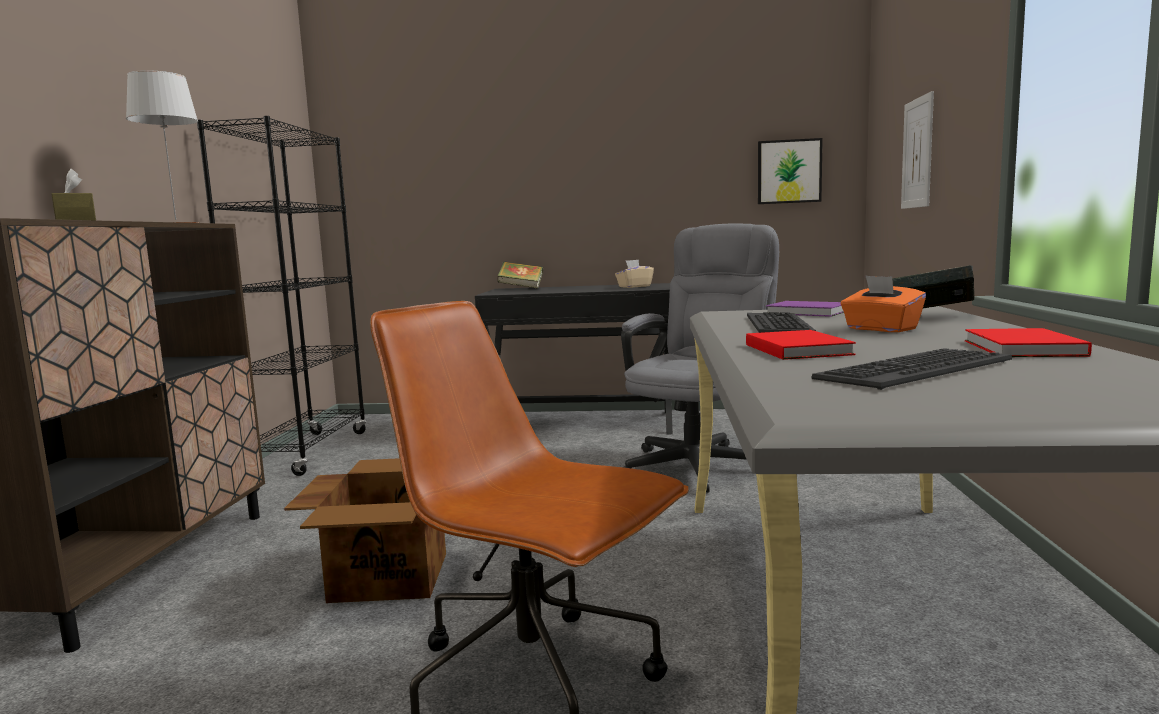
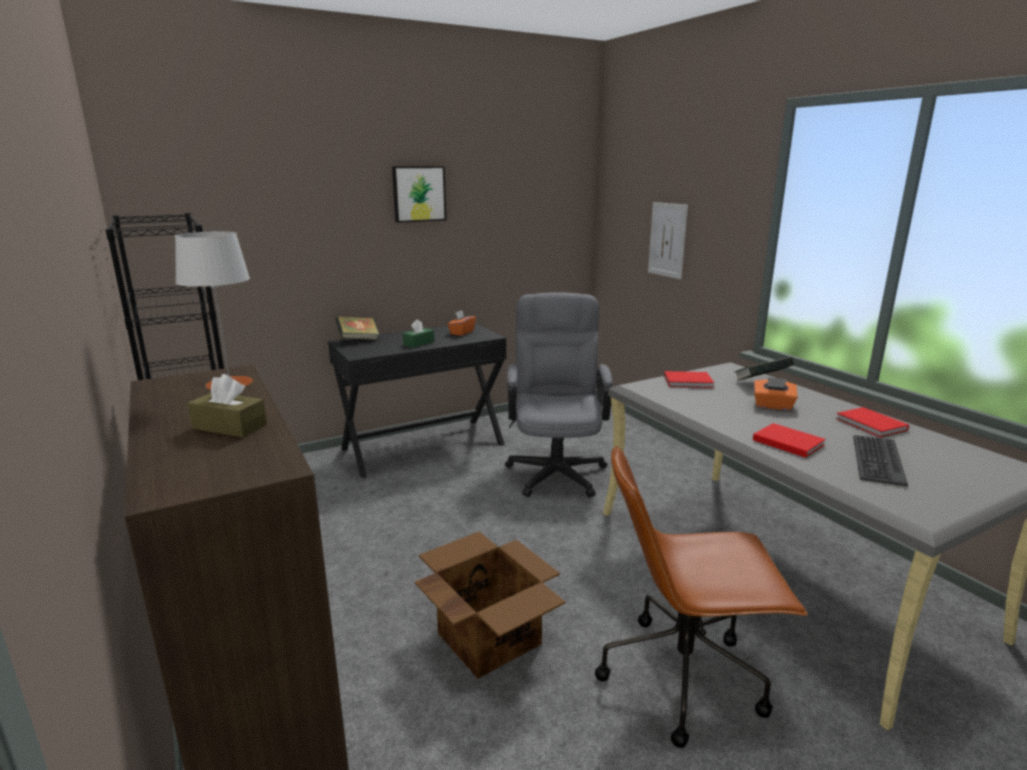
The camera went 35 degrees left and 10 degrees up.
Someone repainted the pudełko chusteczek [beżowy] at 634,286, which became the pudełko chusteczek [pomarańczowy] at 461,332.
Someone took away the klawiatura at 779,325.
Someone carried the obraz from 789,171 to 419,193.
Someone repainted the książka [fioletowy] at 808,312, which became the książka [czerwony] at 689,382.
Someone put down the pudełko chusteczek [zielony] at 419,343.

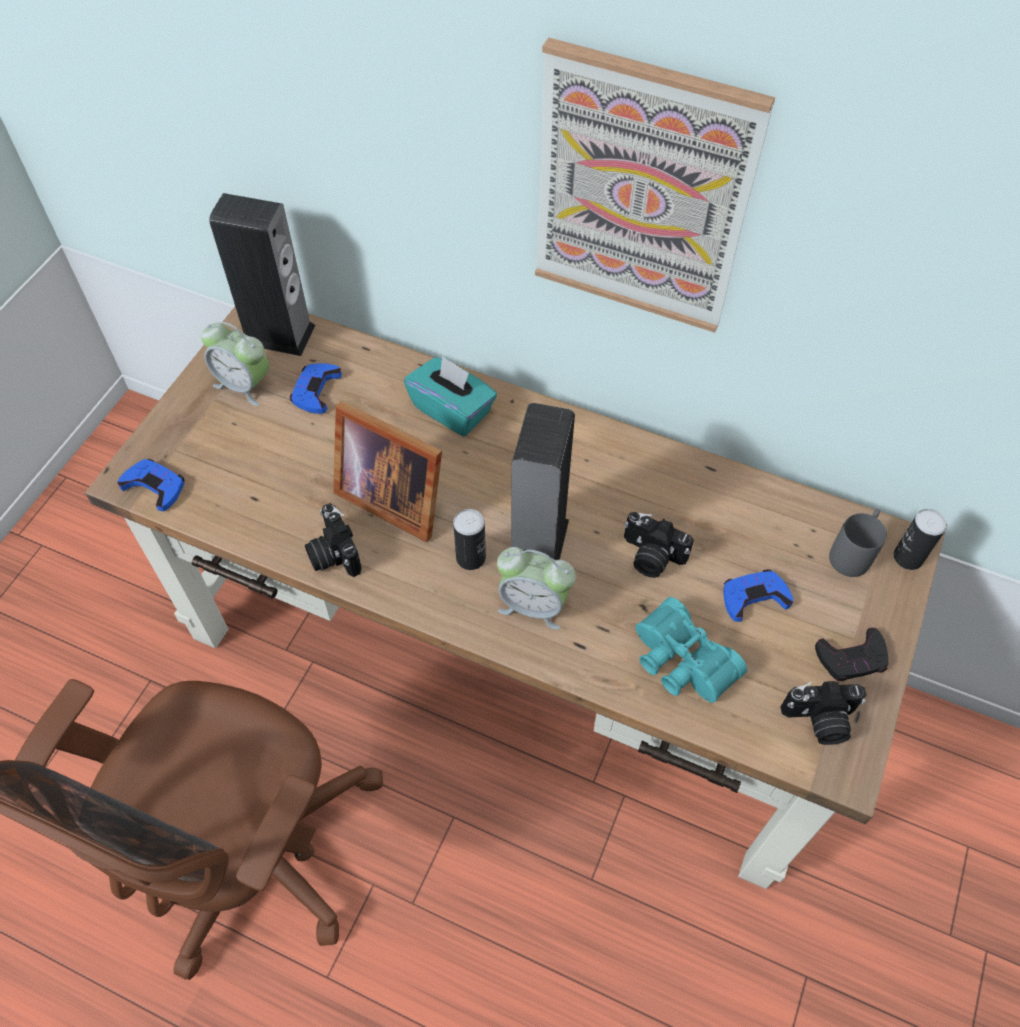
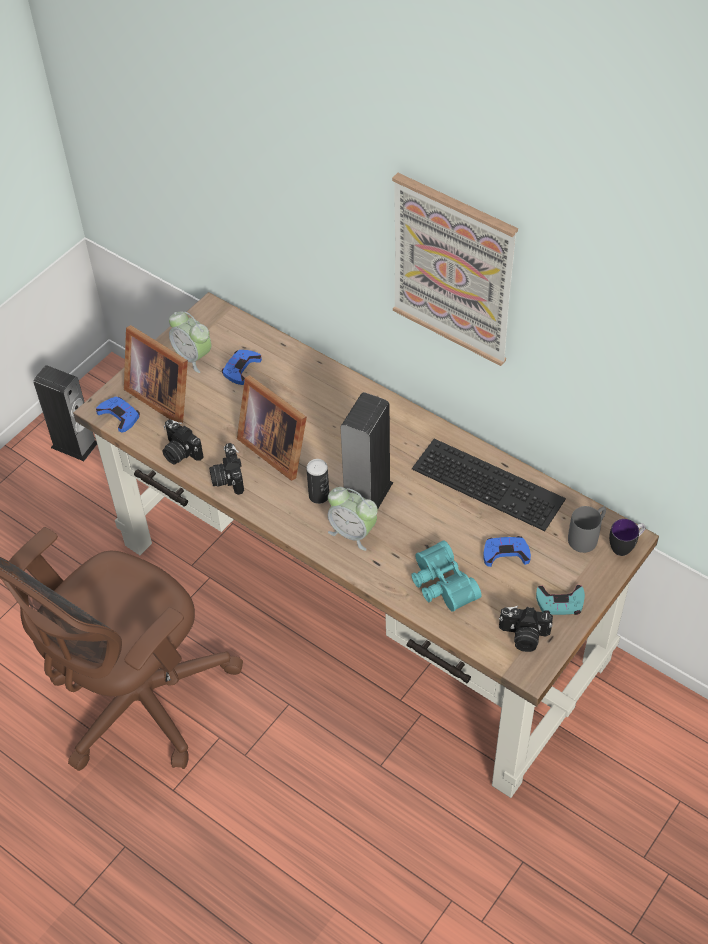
The camera went 15 degrees right and 5 degrees down.
Someone carried the głośnik from 278,334 to 74,445.
Someone took away the pudełko chusteczek [turkusowy] at 452,410.
Someone carried the aparat fotograficzny from 650,557 to 180,452.
Someone repainted the pad do gier [czarny] at 852,658, which became the pad do gier [turkusowy] at 560,603.
Someone swapped the puszka at 908,557 for the kubek at 625,546.
Someone put down the ramka na zdjęcie at 162,395.
Someone put down the klawiatura at 490,482.

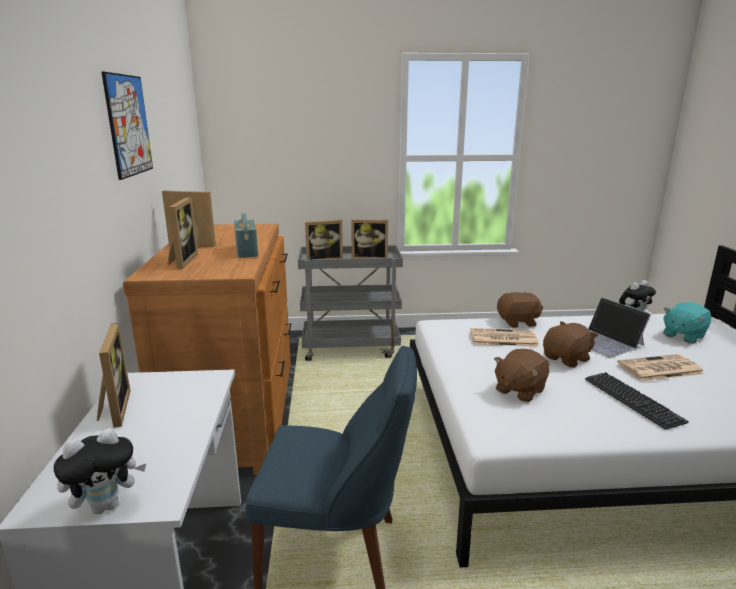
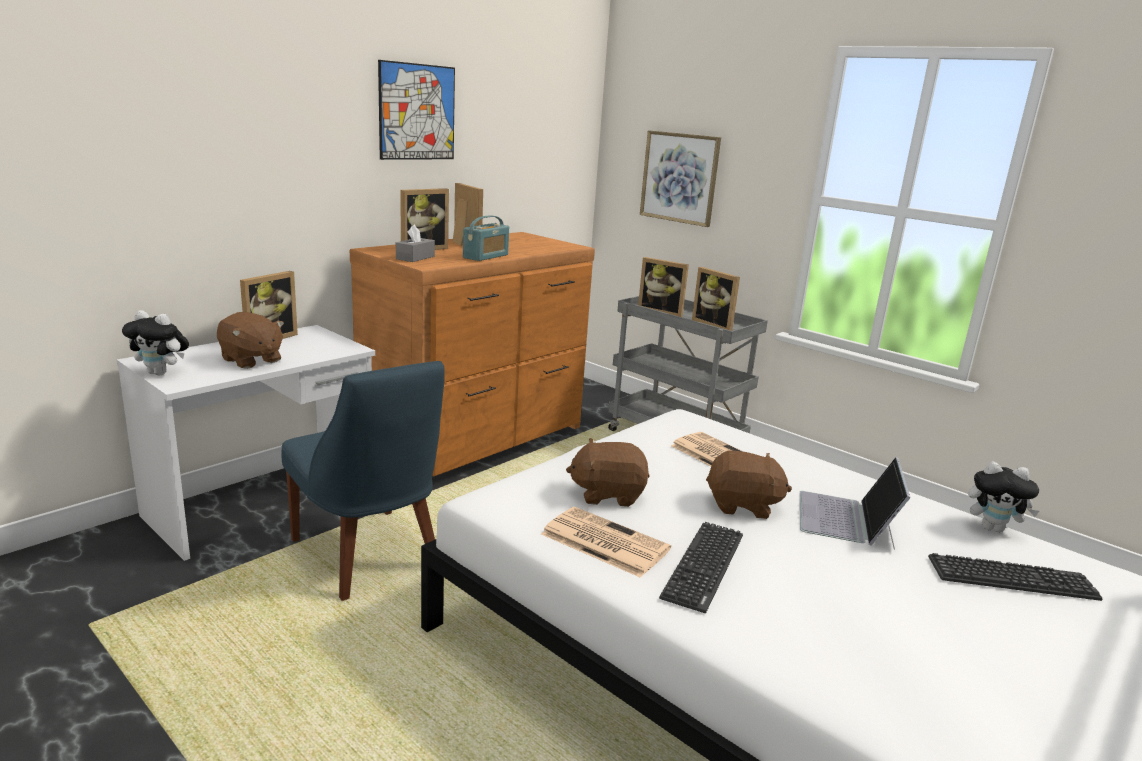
The camera went 45 degrees right and 0 degrees up.
Someone carried the pluszak [brązowy] from 518,322 to 251,360.
Someone carried the gazeta from 659,369 to 603,542.
Someone swapped the pluszak [turkusowy] at 683,335 for the klawiatura at 1011,578.
Someone put down the pudełko chusteczek [szary] at 415,258.
Someone put up the obraz at 679,178.

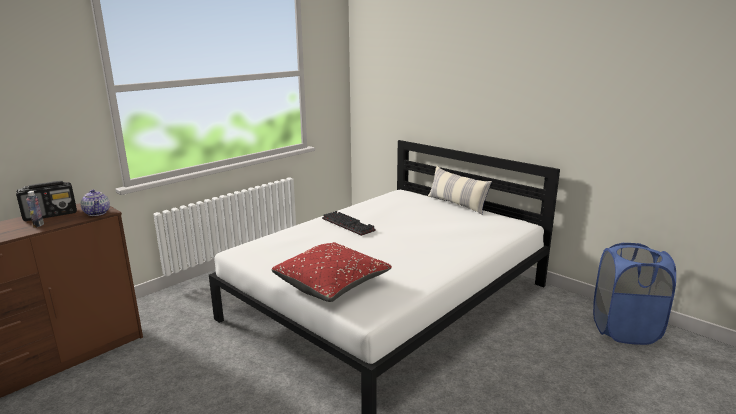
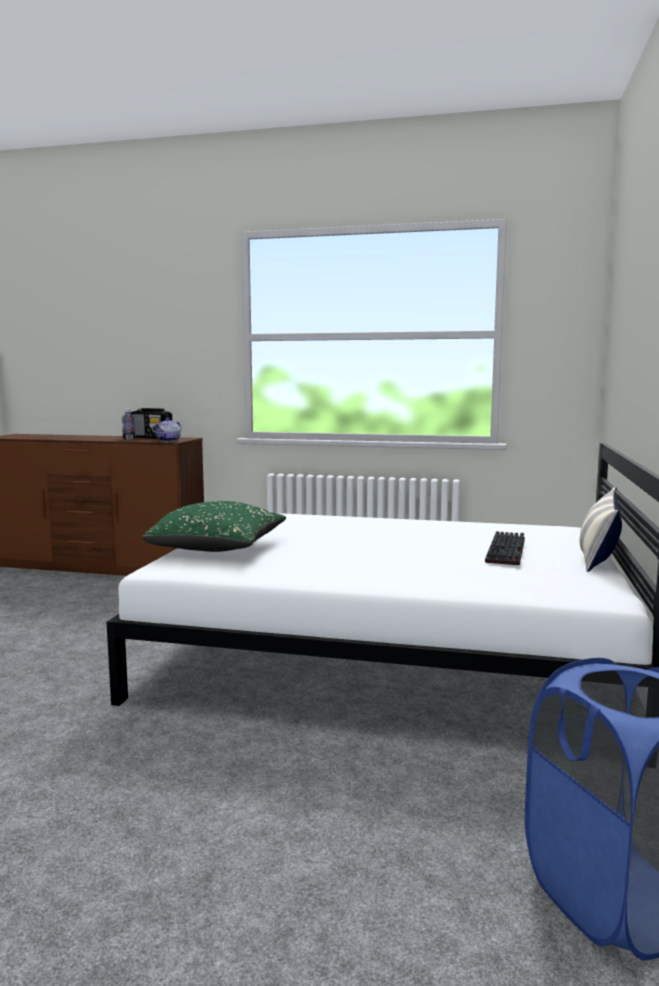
The camera went 60 degrees right and 10 degrees down.
Someone repainted the poduszka [czerwony] at 332,284, which became the poduszka [zielony] at 218,549.
Someone carried the klawiatura from 349,224 to 508,551.

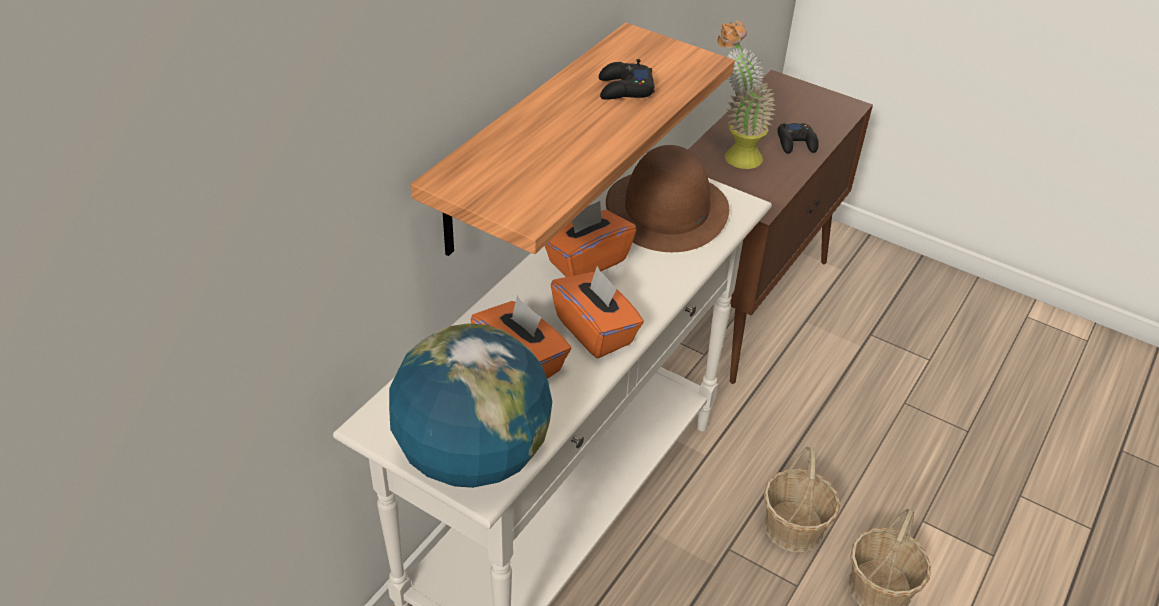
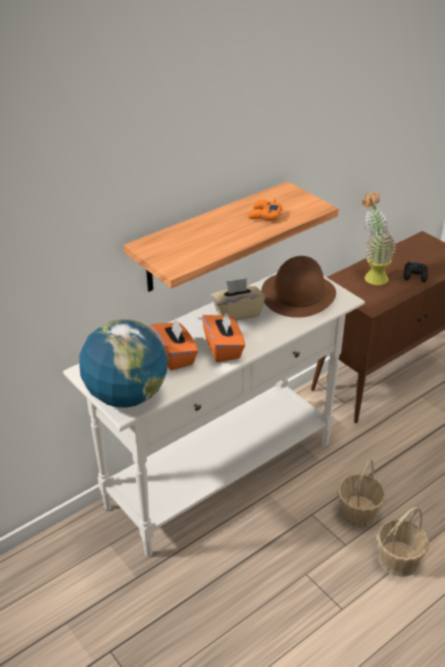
The camera went 20 degrees right and 5 degrees down.
Someone repainted the pudełko chusteczek [pomarańczowy] at 586,261, which became the pudełko chusteczek [beżowy] at 237,313.
Someone repainted the pad do gier [czarny] at 624,89, which became the pad do gier [pomarańczowy] at 264,215.

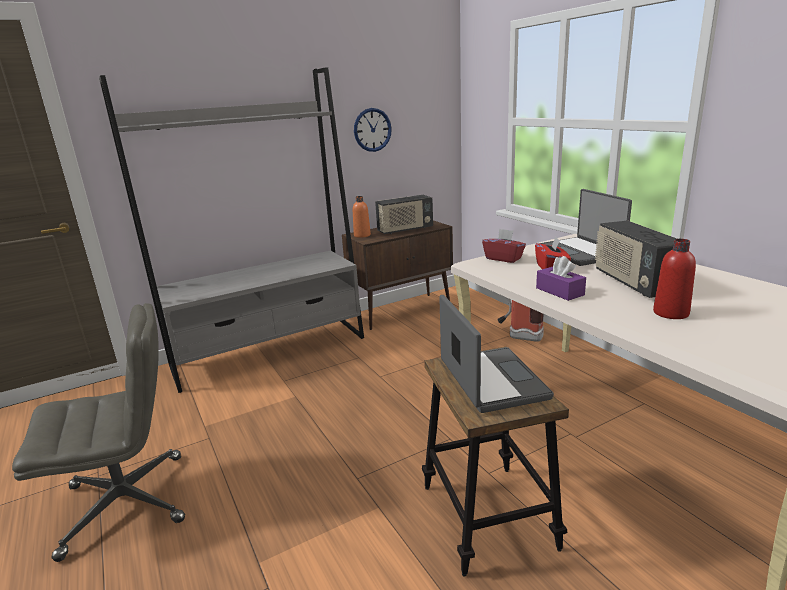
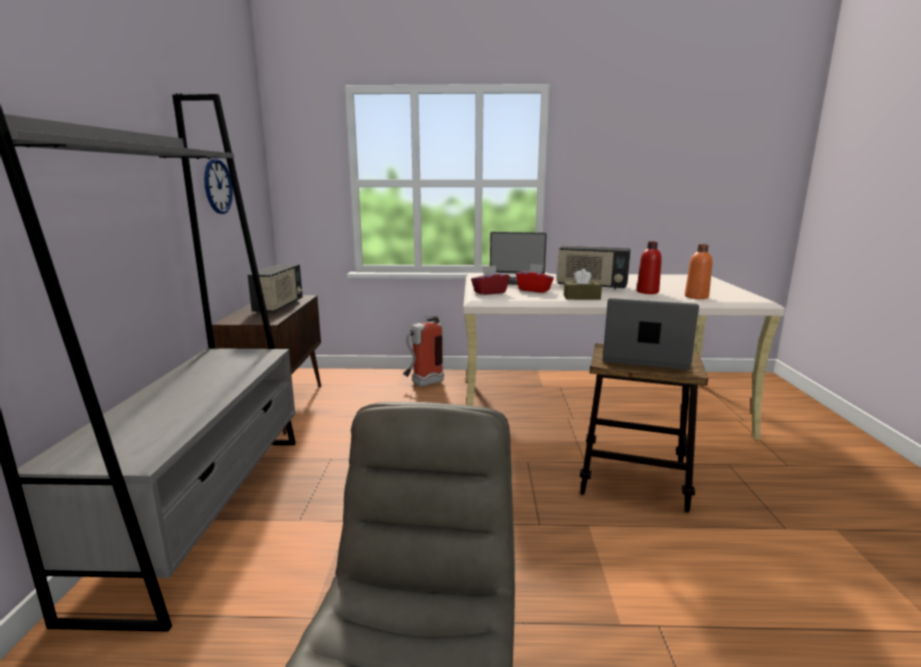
The camera went 60 degrees left and 5 degrees down.
Someone carried the butelka [pomarańczowy] from 362,235 to 696,297.
Someone repainted the pudełko chusteczek [fioletowy] at 559,291, which became the pudełko chusteczek [brązowy] at 581,297.

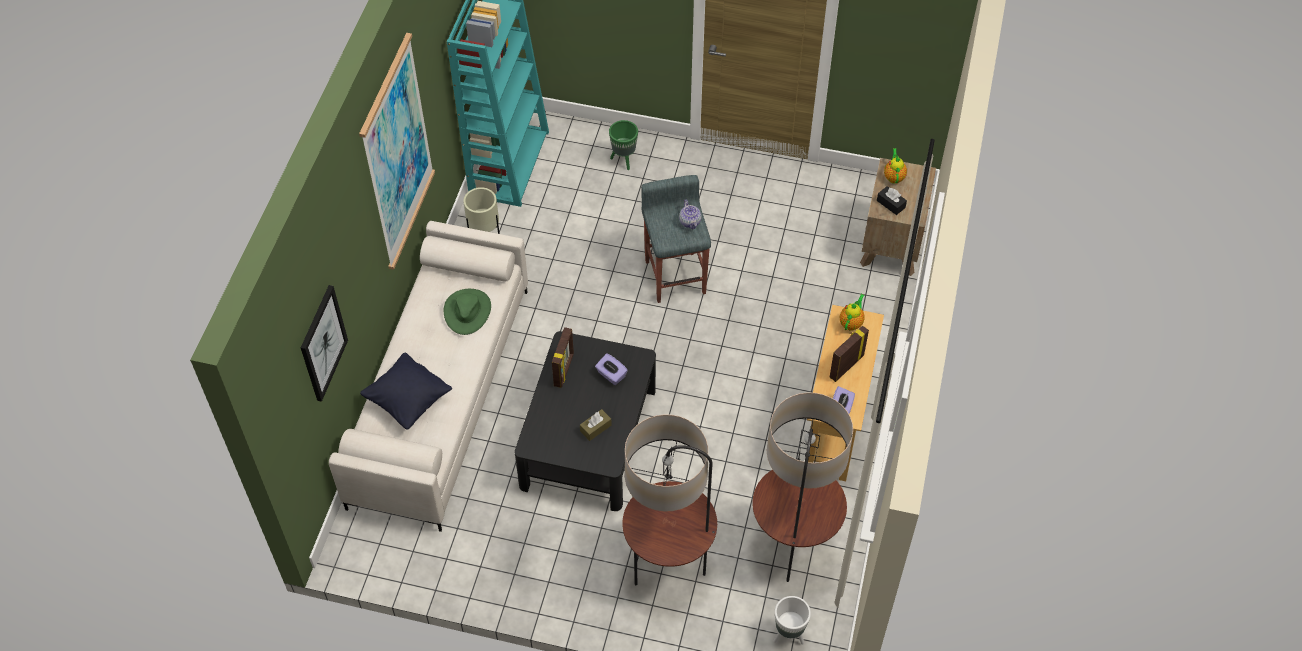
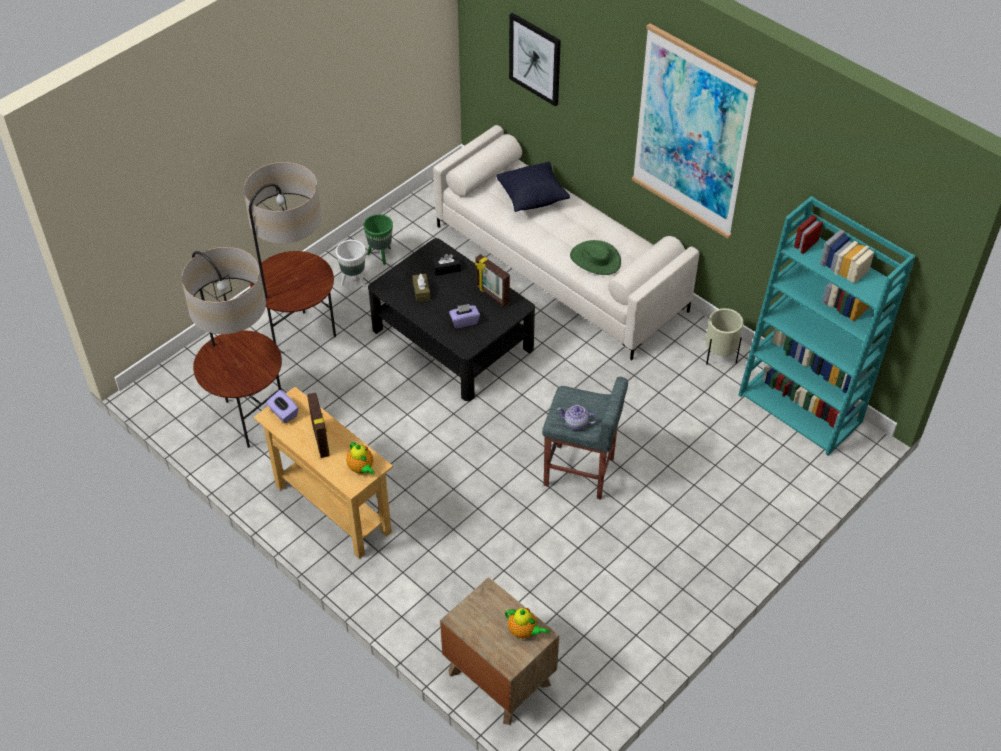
The camera went 120 degrees right and 5 degrees down.
Someone carried the donica [zielony] from 623,160 to 380,255.
Someone carried the donica [biały] from 788,635 to 353,281.
Someone carried the pudełko chusteczek [czarny] from 891,204 to 446,269.

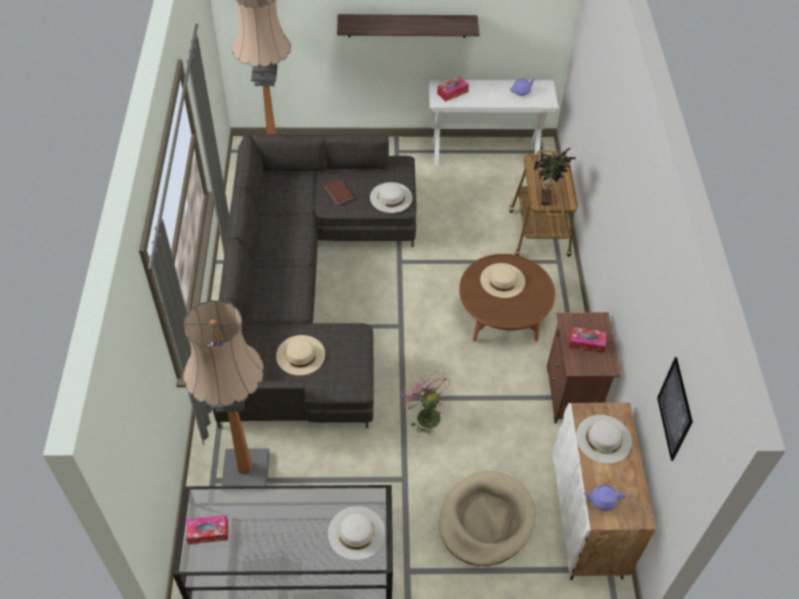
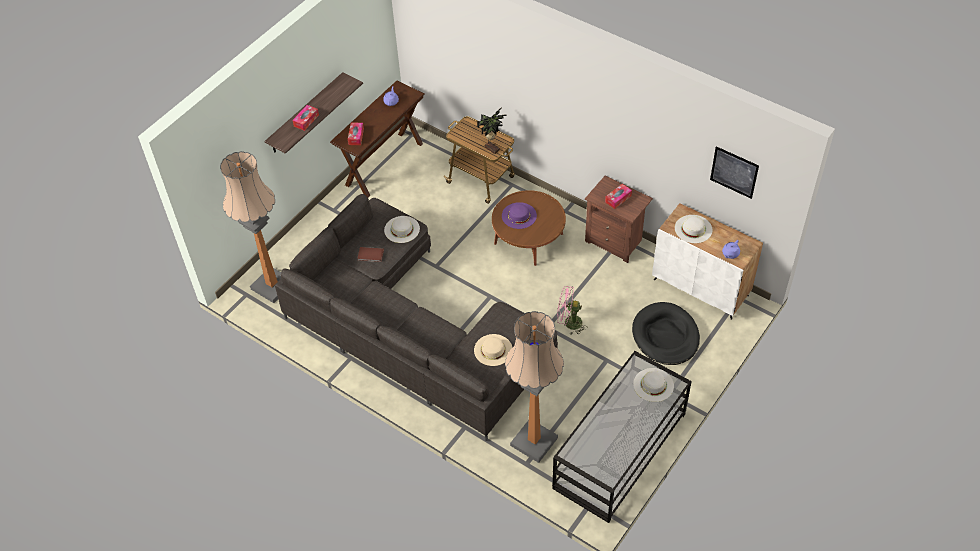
The camera went 50 degrees left and 0 degrees up.
Someone carried the pudełko chusteczek from 208,532 to 306,120.
Someone repainted the stolik konsolowy [biały] at 485,153, which became the stolik konsolowy [brązowy] at 384,164.
Someone repainted the legowisko [beżowy] at 486,520, which became the legowisko [czarny] at 665,336.
Someone repainted the kapelusz [beżowy] at 502,280, which became the kapelusz [fioletowy] at 519,215.

